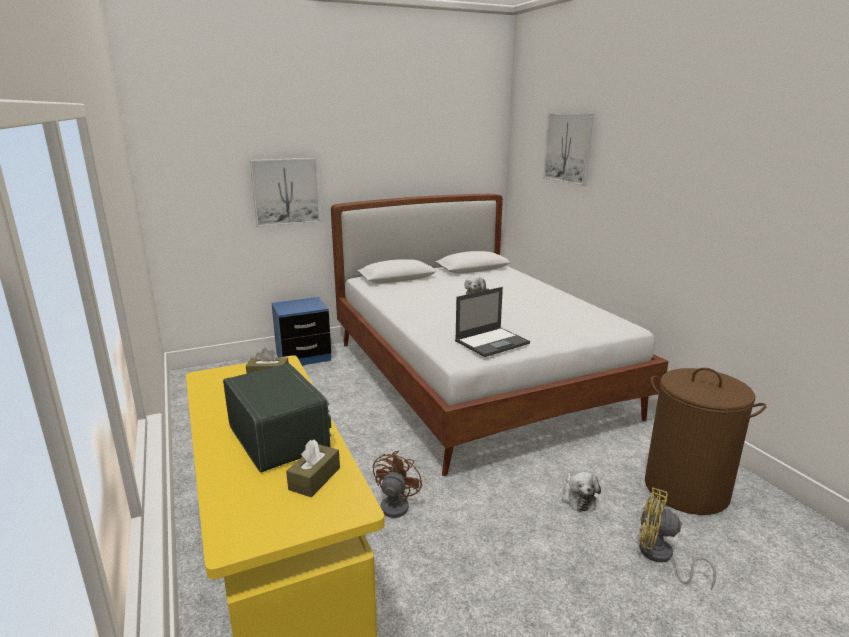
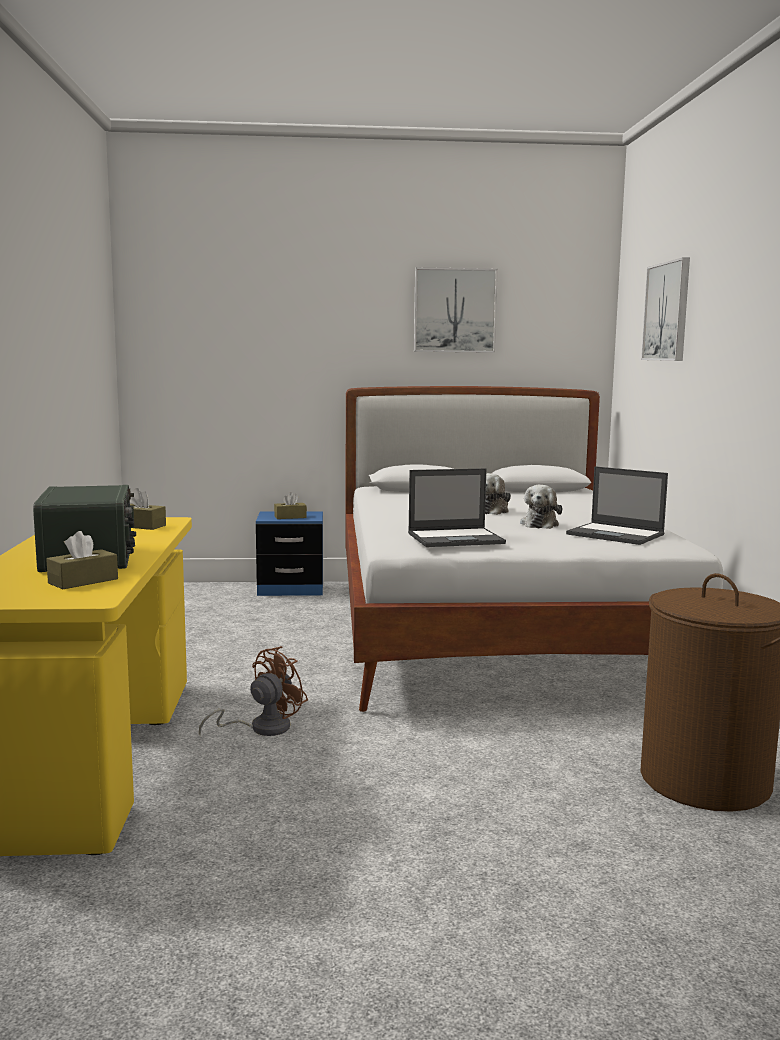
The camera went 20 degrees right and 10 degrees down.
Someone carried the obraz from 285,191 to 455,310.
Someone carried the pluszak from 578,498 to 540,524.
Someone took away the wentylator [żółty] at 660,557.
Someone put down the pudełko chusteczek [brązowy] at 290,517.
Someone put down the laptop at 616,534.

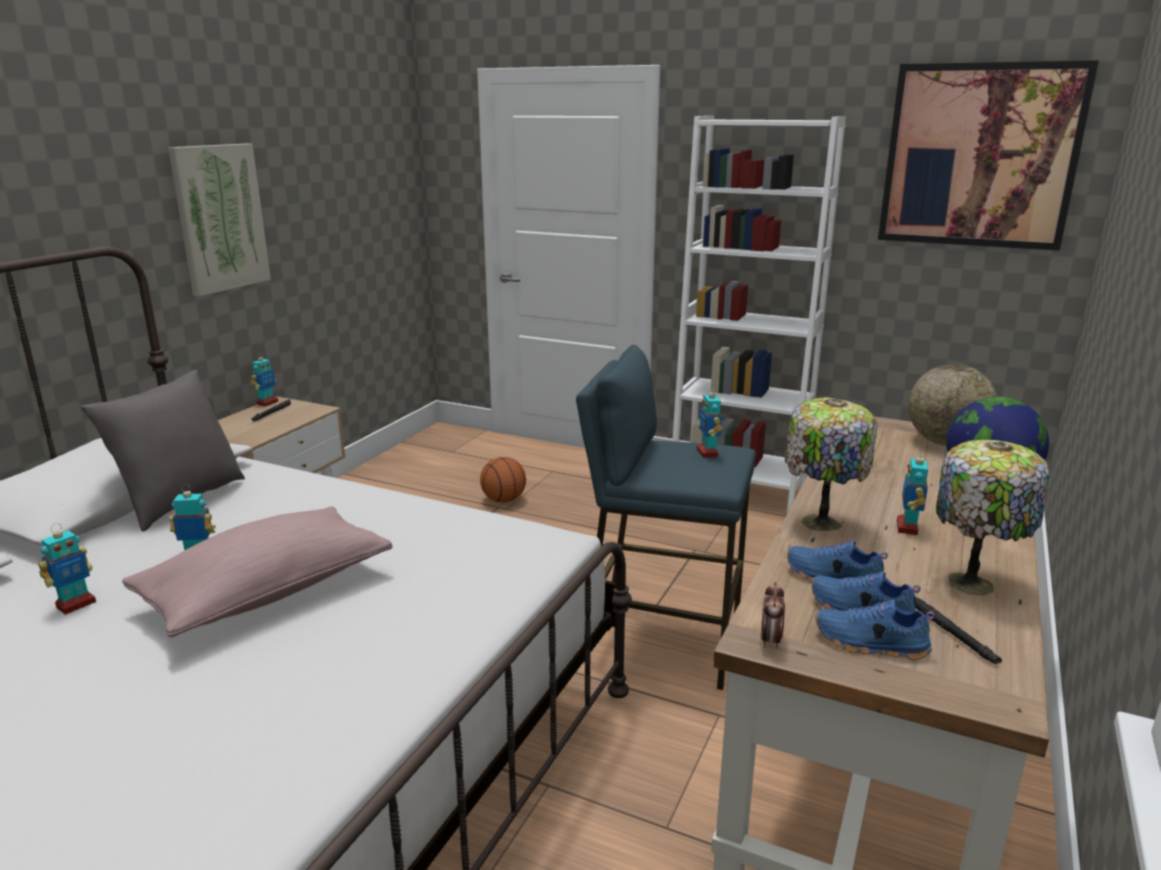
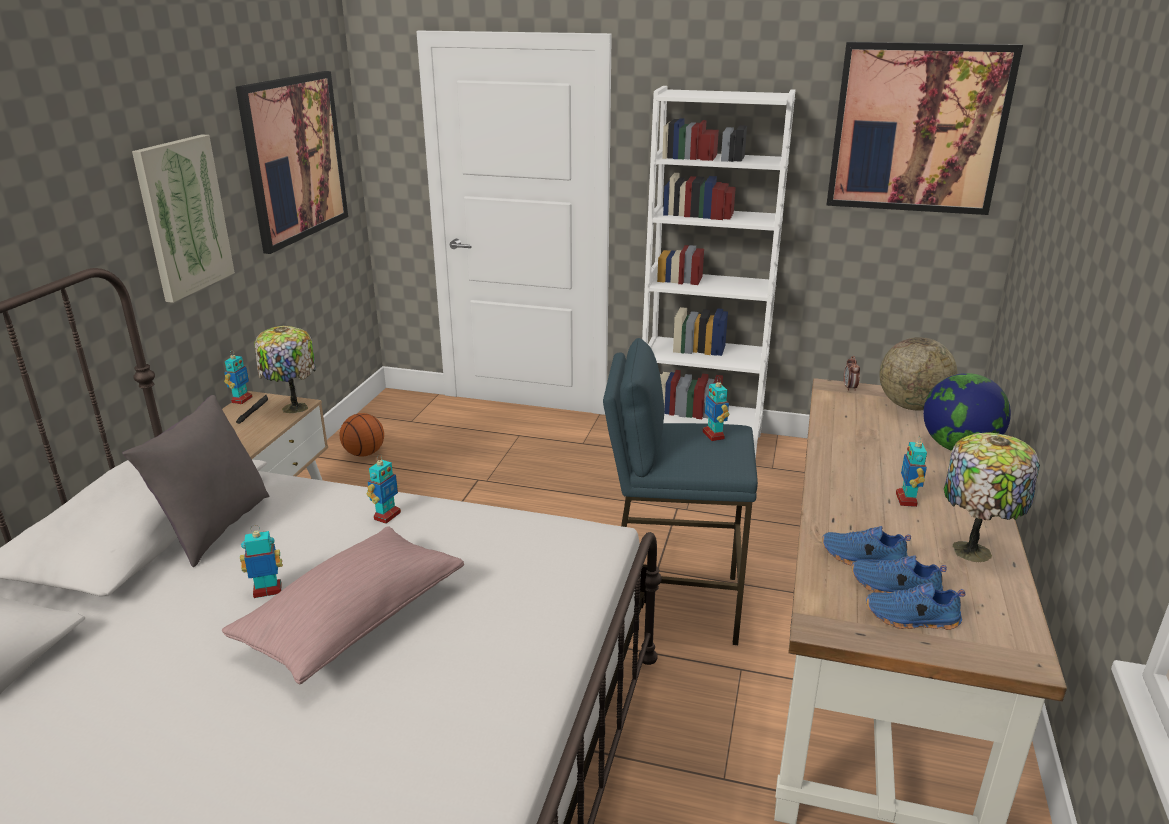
The camera went 10 degrees left and 5 degrees up.
Someone carried the robot zabawkowy from 76,604 to 386,516.
Someone carried the piłka do koszykówki from 503,500 to 364,453.
Someone carried the budzik from 770,641 to 850,388.
Someone carried the lampa stołowa from 819,524 to 293,408.
Someone took away the latarka [czarny] at 950,633.
Someone put up the obraz at 294,158.

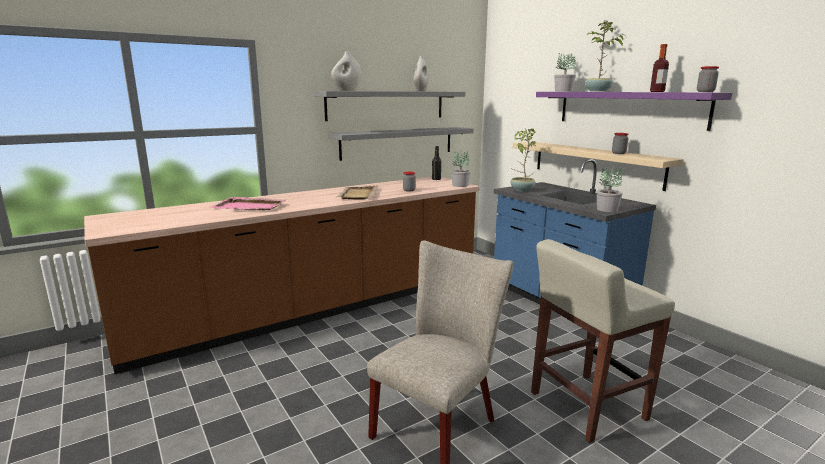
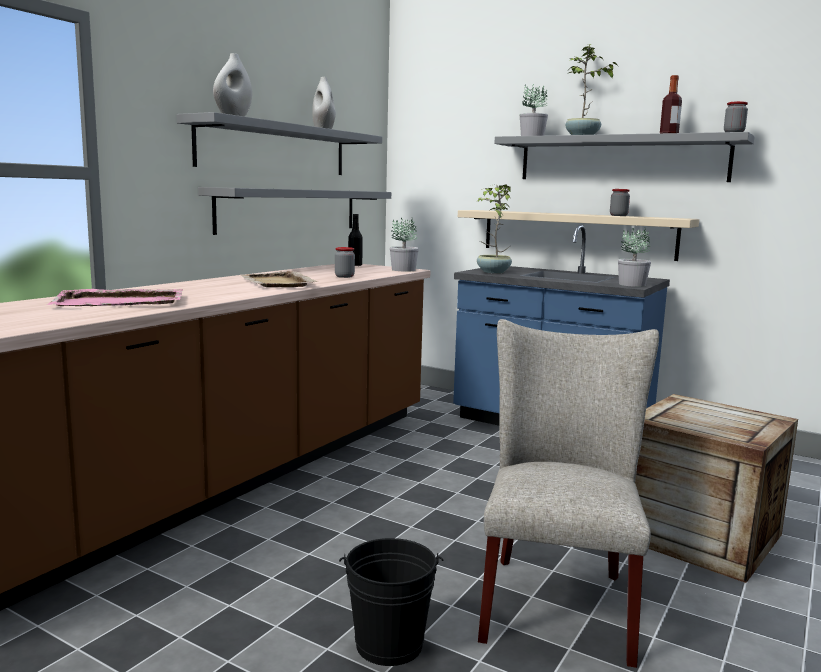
The camera went 25 degrees left and 5 degrees down.
Someone swapped the stołek [beżowy] at 586,406 for the skrzynka at 699,536.
Someone repainted the półka [fioletowy] at 628,108, which became the półka [szary] at 620,159.
Someone put down the wiadro [czarny] at 389,644.

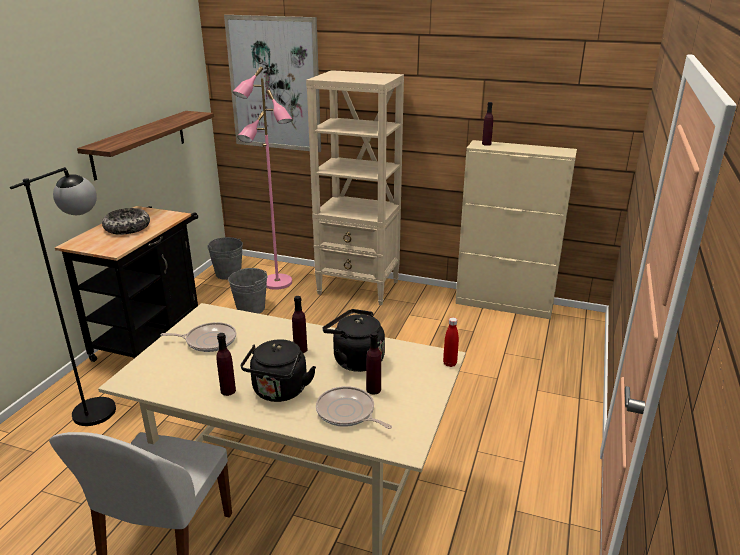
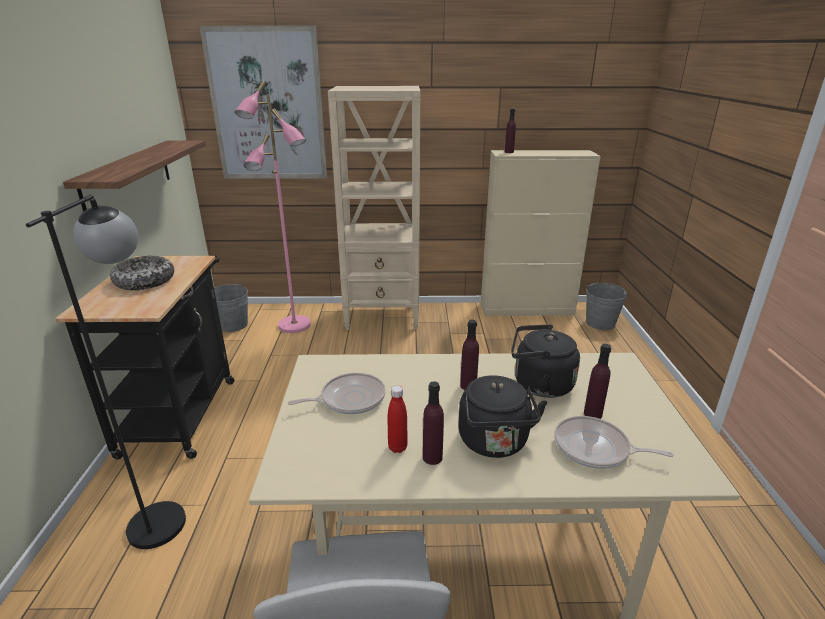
The camera went 20 degrees left and 0 degrees up.
Someone carried the wiadro [szary] from 251,308 to 600,323.
Someone carried the butelka [czerwony] from 449,363 to 397,447.

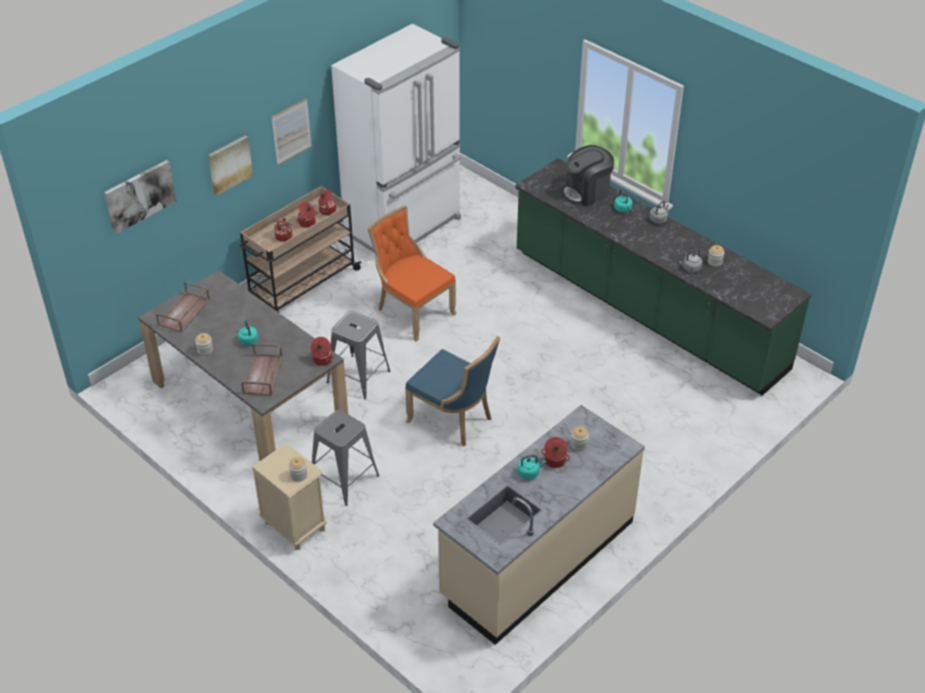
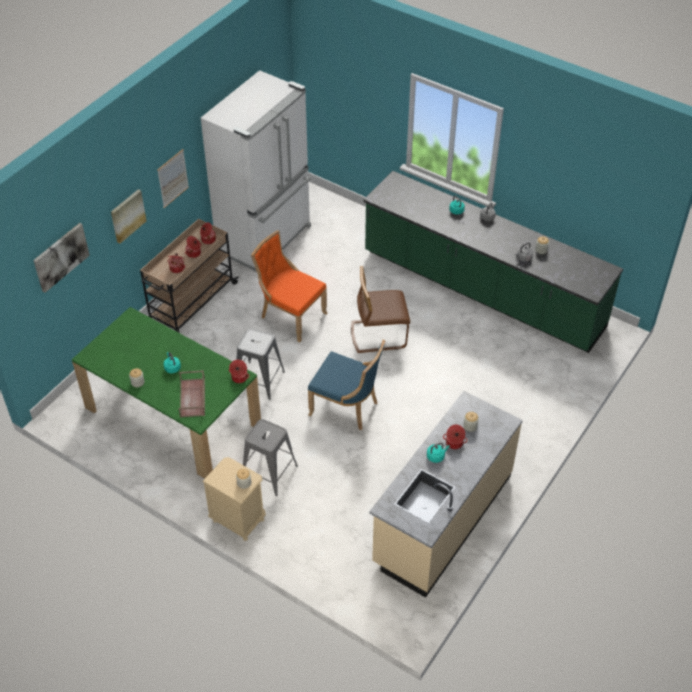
The camera went 10 degrees left and 5 degrees up.
Someone repainted the stół jadalny [szary] at 249,401, which became the stół jadalny [zielony] at 173,415.
Someone took away the taca [brązowy] at 184,312.
Someone took away the ekspres do kawy at 587,192.
Someone put down the krzesło [brązowy] at 378,335.

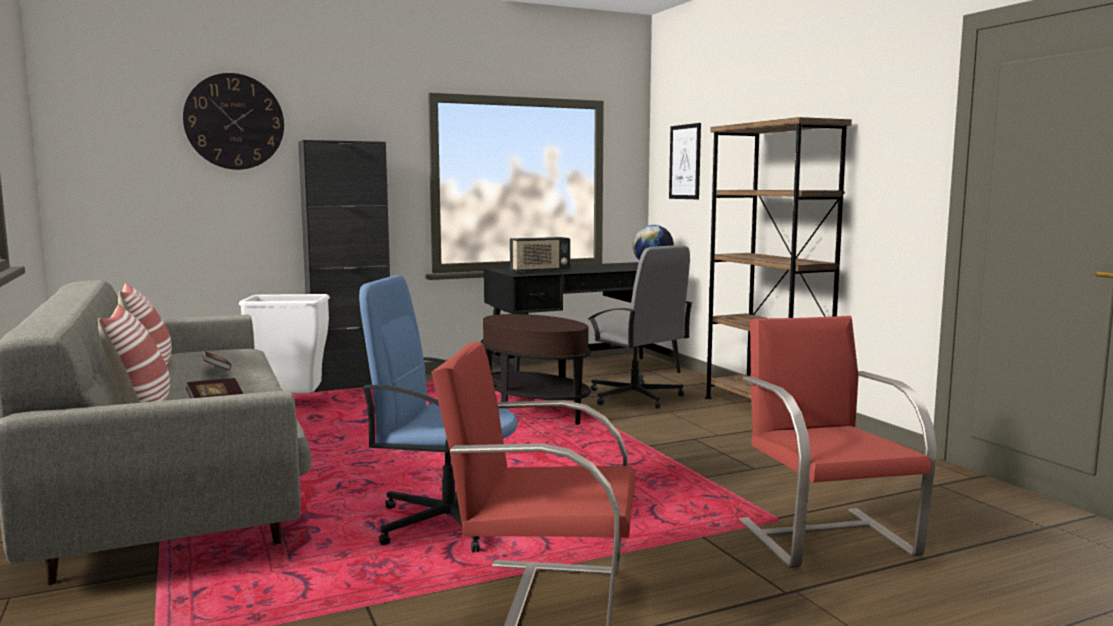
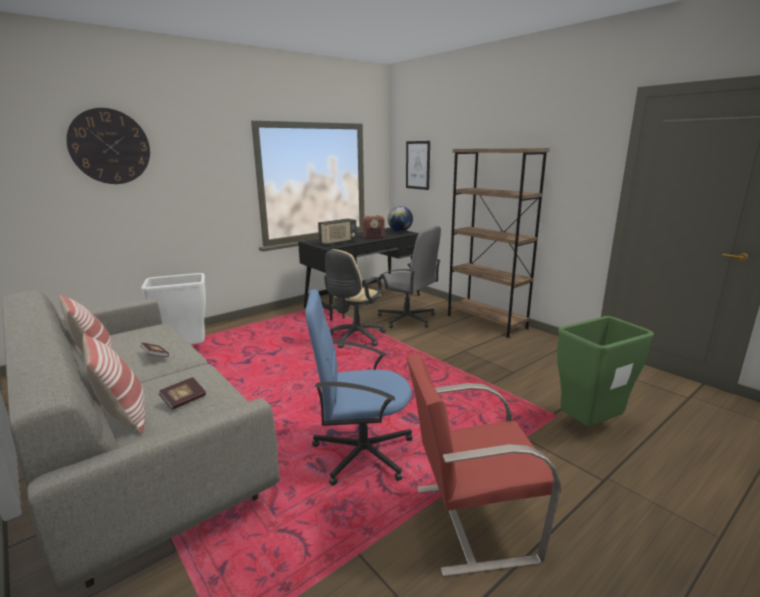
The camera went 15 degrees left and 10 degrees up.
Someone took away the szafka [czarny] at 351,385.
Someone swapped the stolik [brązowy] at 534,411 for the krzesło biurowe [beżowy] at 354,338.
Someone swapped the krzesło [czerwony] at 825,536 for the kosz na śmieci [zielony] at 590,425.
Someone put down the radio at 374,237.

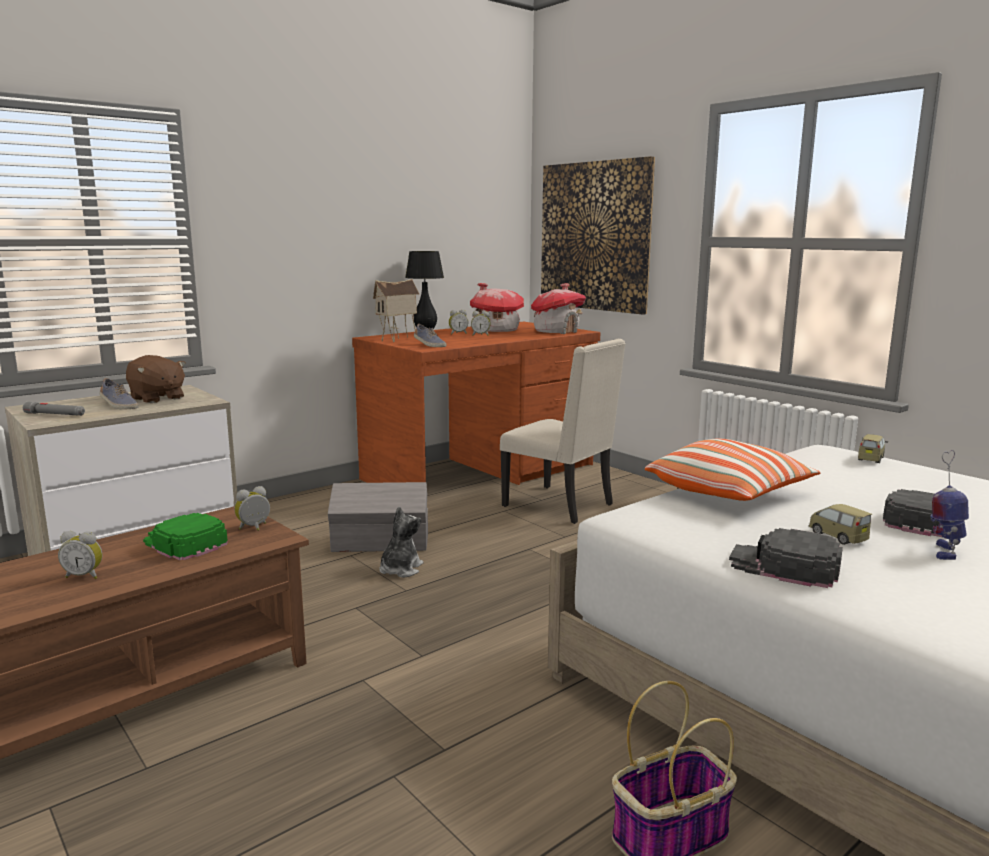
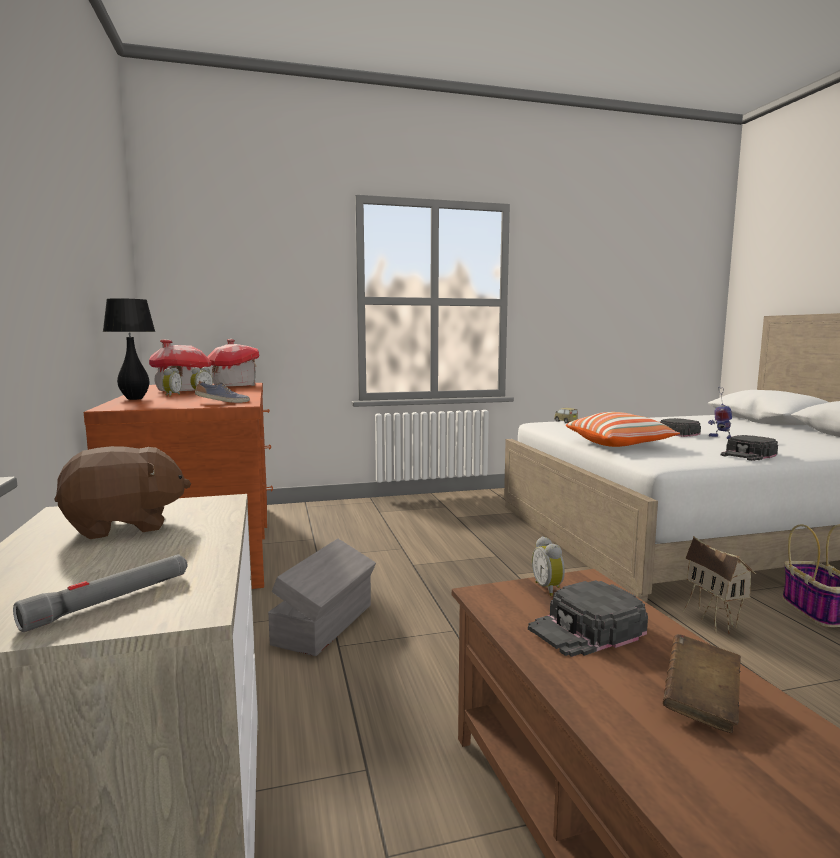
The camera went 65 degrees left and 5 degrees down.
Someone swapped the budzik at 84,576 for the książka [brązowy] at 701,702.
Someone took away the but at 118,405.
Someone repainted the czapka z daszkiem [zielony] at 184,543, which became the czapka z daszkiem [czarny] at 586,629.
Someone carried the domek from 398,340 to 713,621.
Someone took away the pluszak at 400,569.
Someone took away the krzesło [beżowy] at 561,505.
Someone took away the obraz at 594,236.
Someone took away the samochodzik at 837,536.

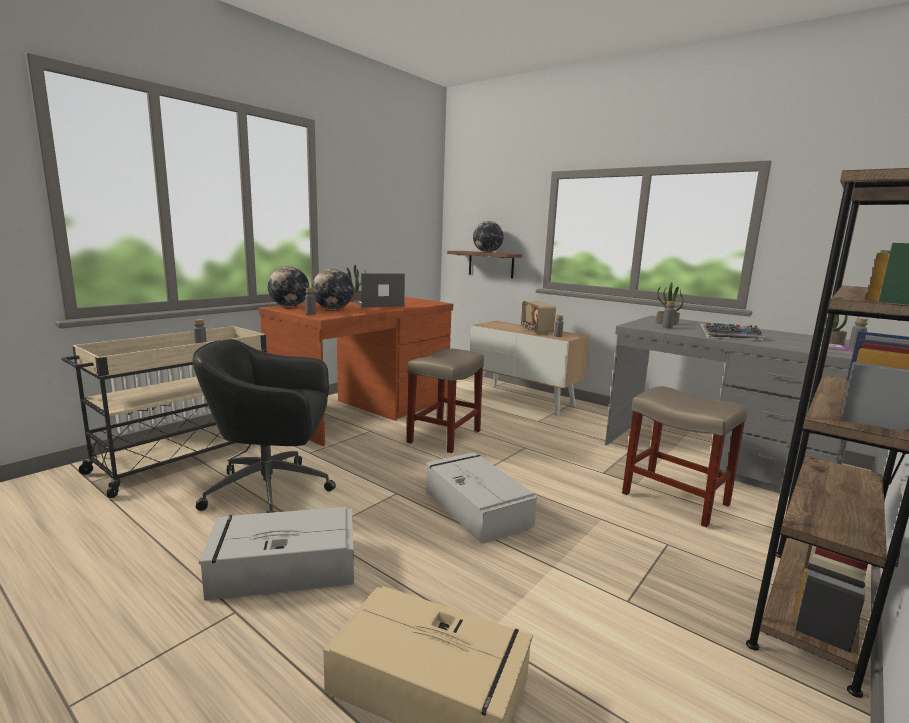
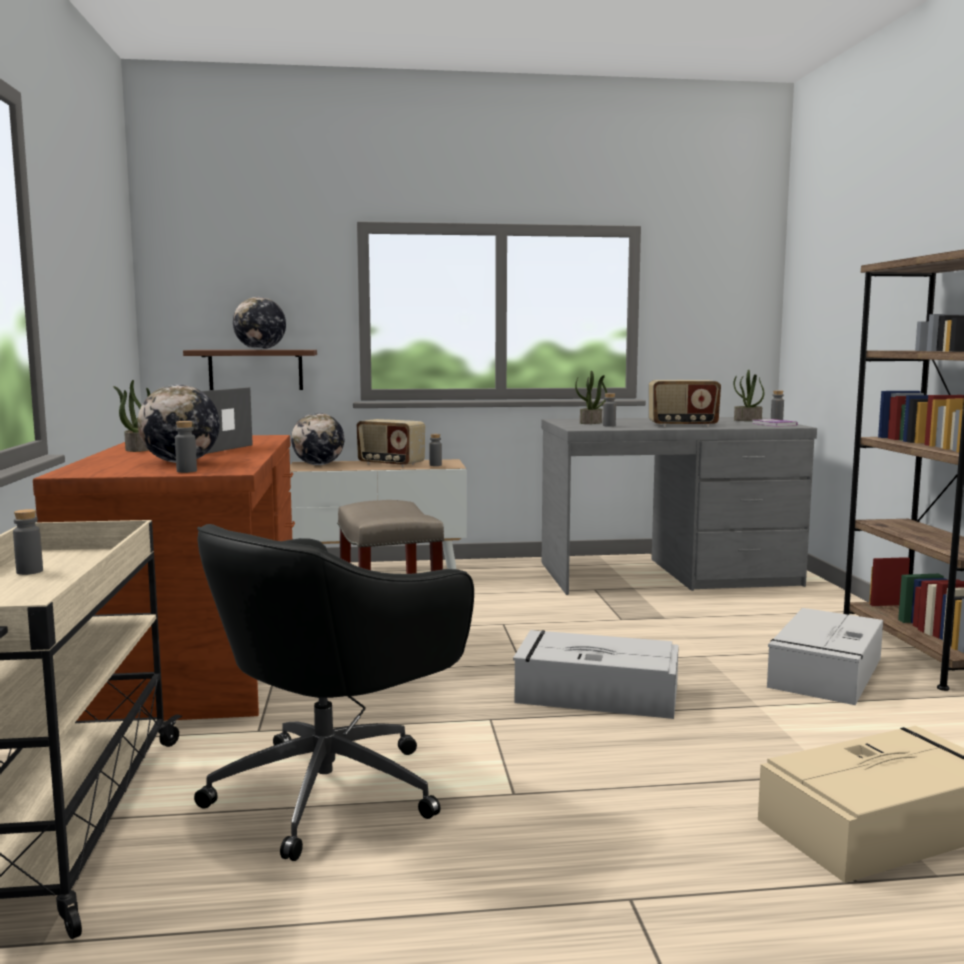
The camera went 45 degrees left and 5 degrees down.
Someone carried the pojemnik do przechowywania [szary] from 282,567 to 825,673.
Someone carried the globus from 289,306 to 318,465.
Someone took away the stołek [beżowy] at 673,498.
Someone swapped the klawiatura at 730,336 for the radio at 683,425.

